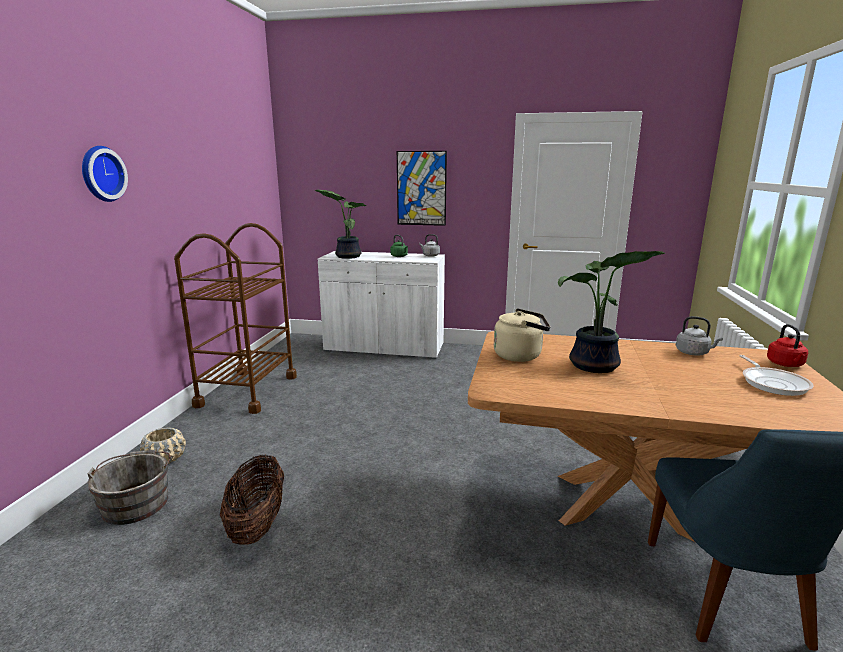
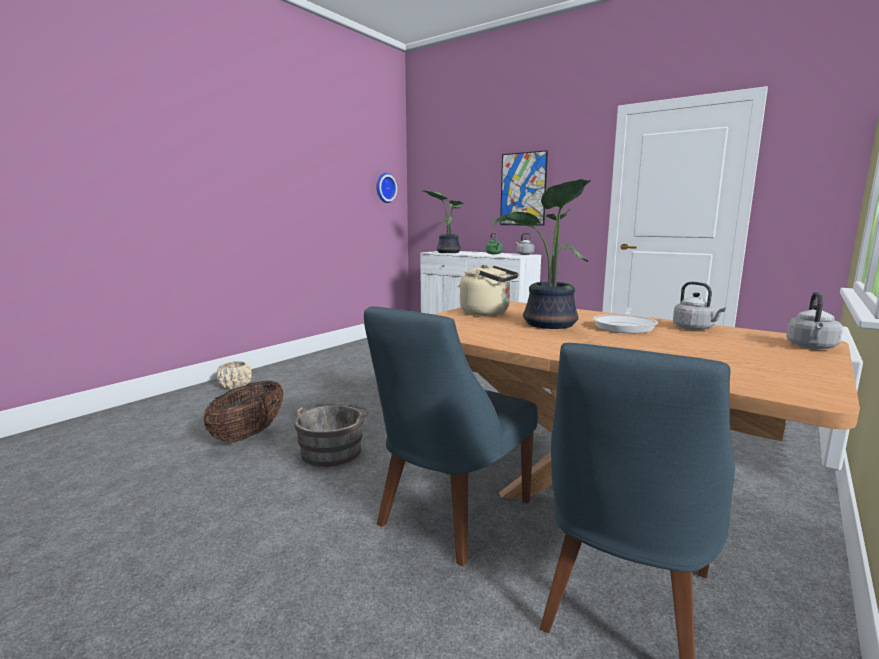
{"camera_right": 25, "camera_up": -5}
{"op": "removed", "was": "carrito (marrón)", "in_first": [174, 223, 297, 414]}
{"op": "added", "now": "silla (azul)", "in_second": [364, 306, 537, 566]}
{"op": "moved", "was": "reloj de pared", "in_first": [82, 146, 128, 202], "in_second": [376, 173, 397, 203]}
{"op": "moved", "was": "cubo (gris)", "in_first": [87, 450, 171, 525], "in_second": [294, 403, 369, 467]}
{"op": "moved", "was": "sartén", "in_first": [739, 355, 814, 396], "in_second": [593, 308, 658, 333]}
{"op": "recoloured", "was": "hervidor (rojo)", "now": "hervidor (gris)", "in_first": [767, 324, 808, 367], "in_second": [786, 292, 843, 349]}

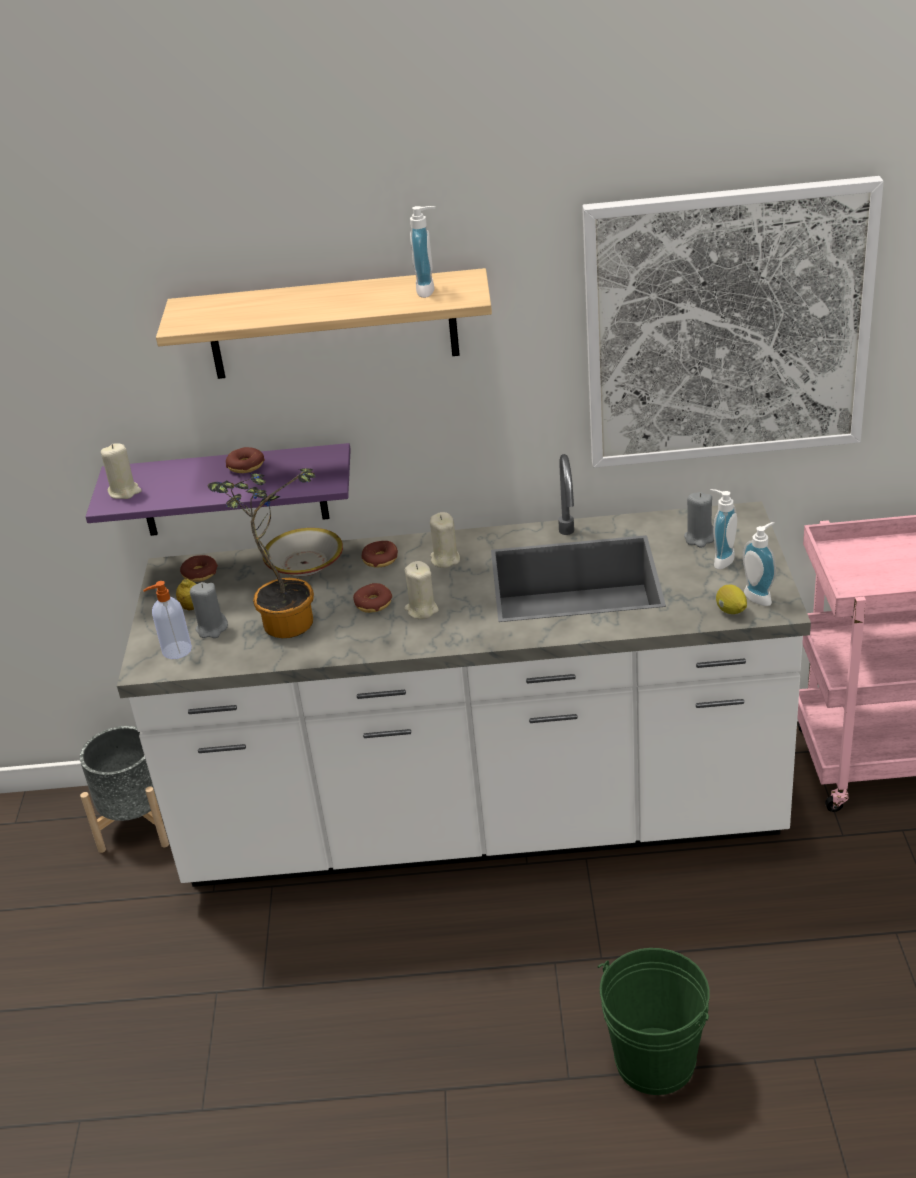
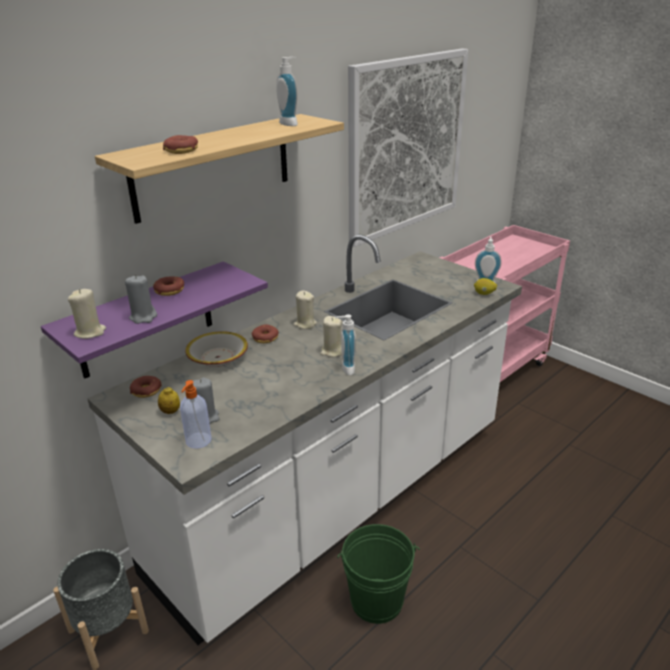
{"camera_right": -45, "camera_up": -5}
{"op": "removed", "was": "planta en maceta", "in_first": [207, 468, 316, 638]}
{"op": "moved", "was": "rosquilla", "in_first": [353, 583, 392, 613], "in_second": [163, 135, 198, 154]}
{"op": "moved", "was": "cubo (verde)", "in_first": [598, 948, 710, 1095], "in_second": [338, 524, 420, 624]}
{"op": "moved", "was": "vela (gris)", "in_first": [684, 492, 714, 548], "in_second": [125, 275, 157, 324]}
{"op": "moved", "was": "dispensador de jabón", "in_first": [710, 489, 737, 569], "in_second": [335, 314, 356, 375]}

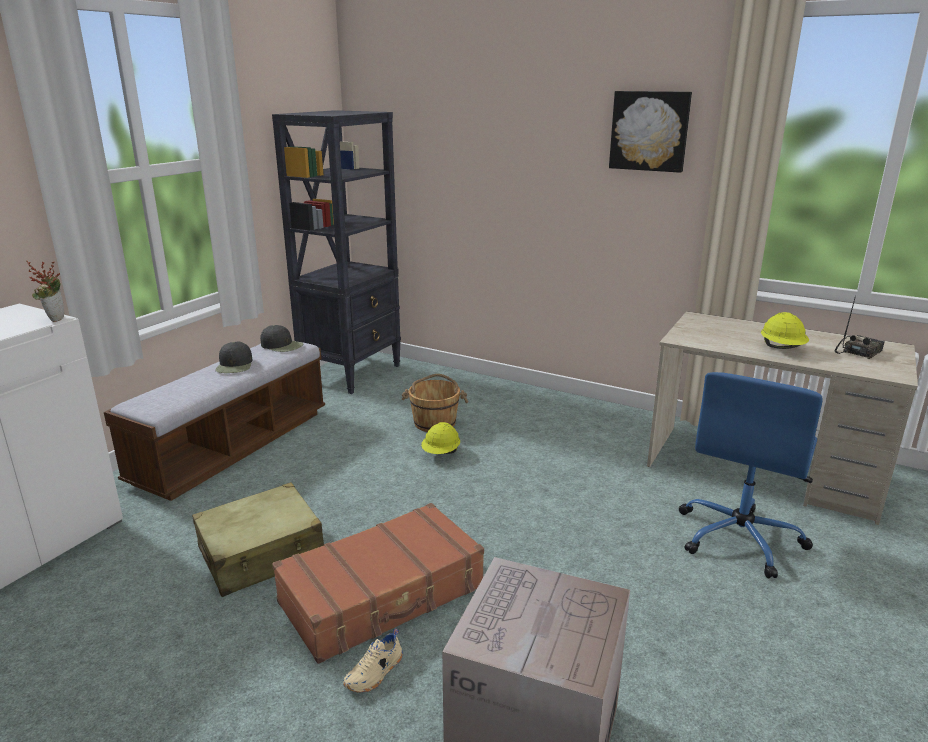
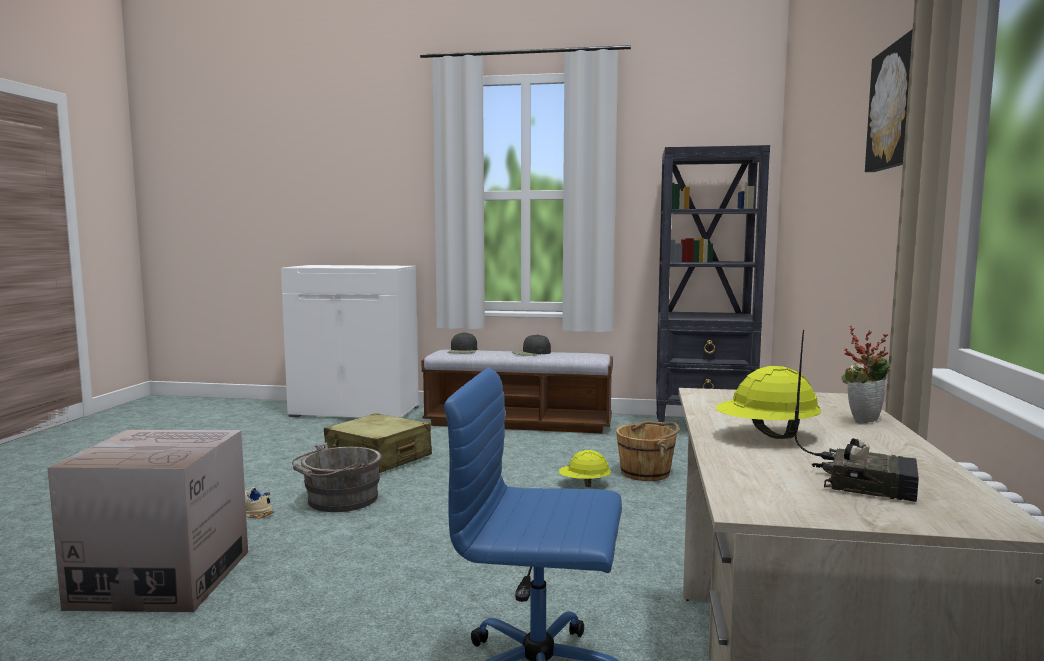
{"camera_right": 70, "camera_up": -15}
{"op": "moved", "was": "planta en maceta", "in_first": [26, 260, 64, 322], "in_second": [841, 326, 890, 423]}
{"op": "moved", "was": "gorra (negro)", "in_first": [260, 325, 303, 352], "in_second": [448, 332, 477, 353]}
{"op": "replaced", "was": "maleta (marrón)", "now": "cubo (gris)", "in_first": [272, 503, 484, 664], "in_second": [292, 443, 382, 512]}

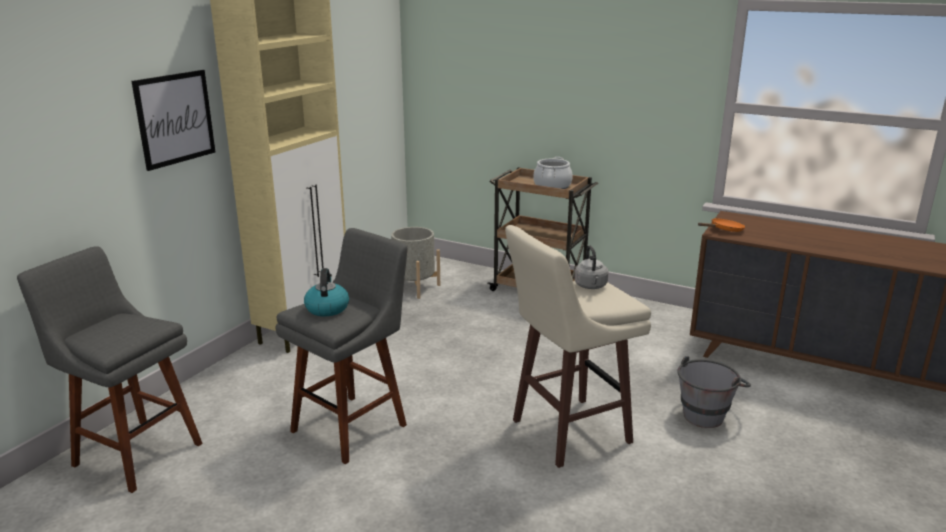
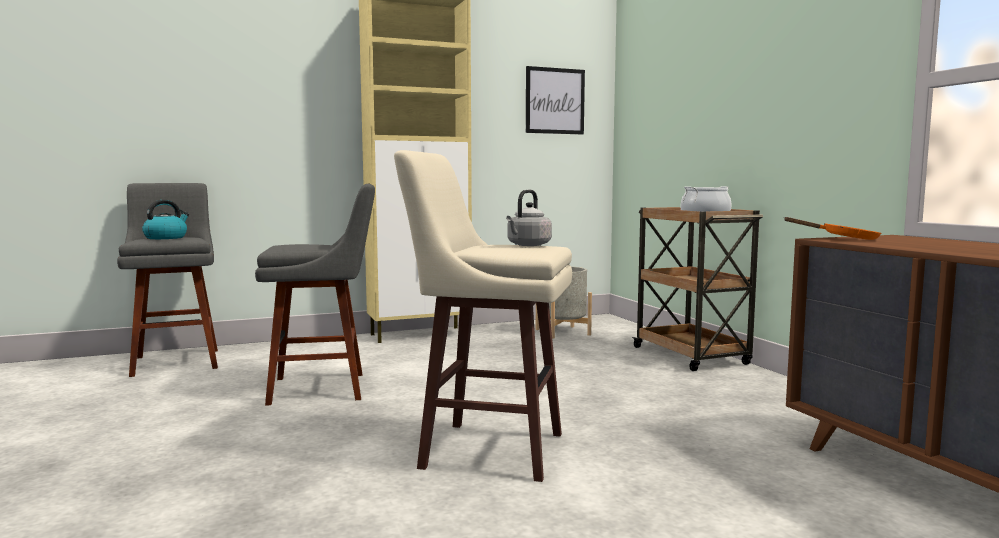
{"camera_right": 40, "camera_up": -15}
{"op": "removed", "was": "cubo (gris)", "in_first": [677, 356, 751, 428]}
{"op": "moved", "was": "cuadro", "in_first": [132, 70, 215, 171], "in_second": [526, 66, 585, 135]}
{"op": "moved", "was": "hervidor", "in_first": [304, 268, 349, 316], "in_second": [142, 200, 189, 239]}

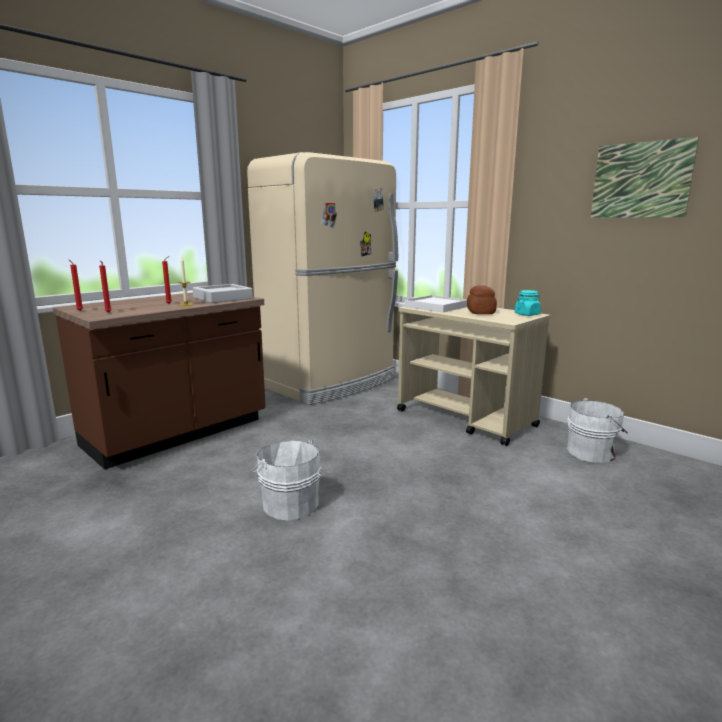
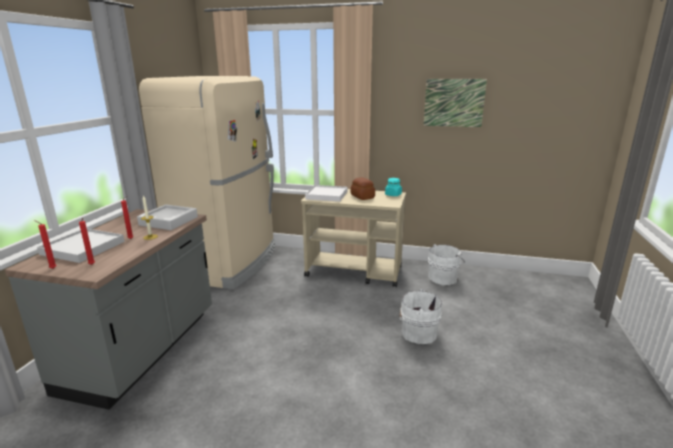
{"camera_right": -30, "camera_up": 5}
{"op": "added", "now": "bandeja (blanco)", "in_second": [37, 229, 125, 263]}
{"op": "moved", "was": "cubo (blanco)", "in_first": [251, 440, 321, 520], "in_second": [399, 289, 442, 344]}
{"op": "recoloured", "was": "mueble bajo de cocina (marrón)", "now": "mueble bajo de cocina (gris)", "in_first": [53, 292, 266, 470], "in_second": [5, 209, 212, 410]}

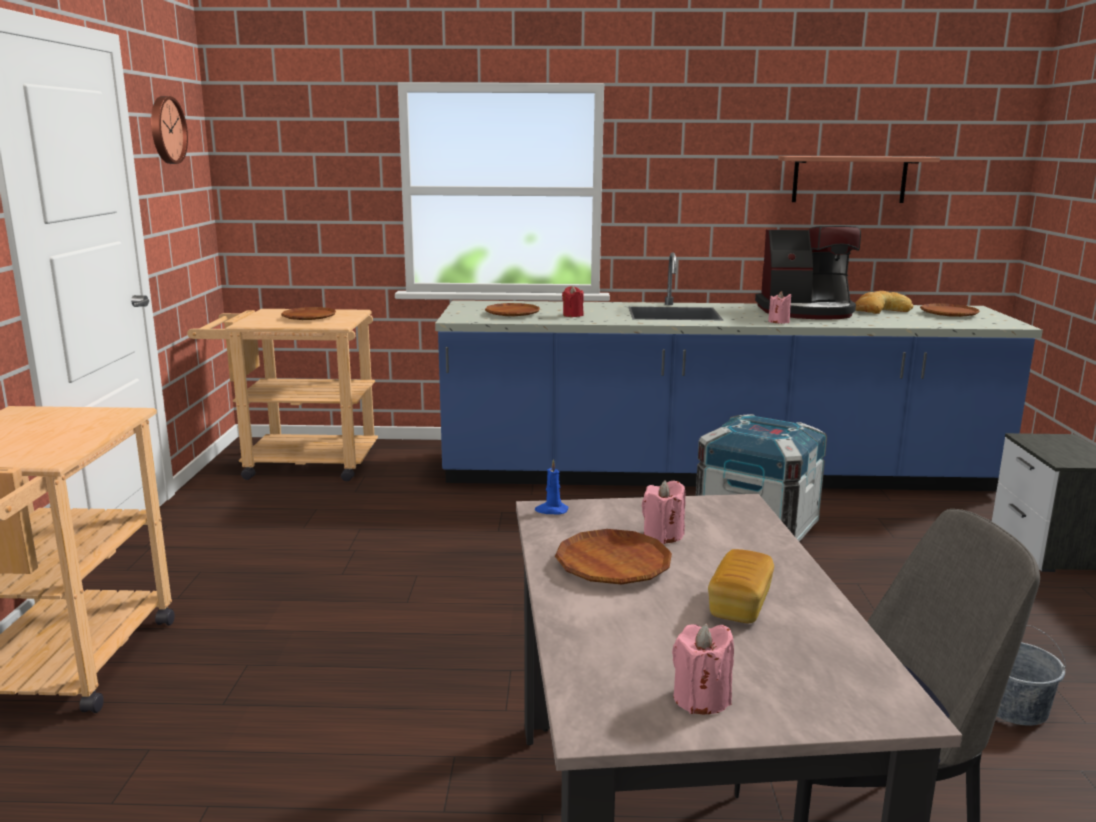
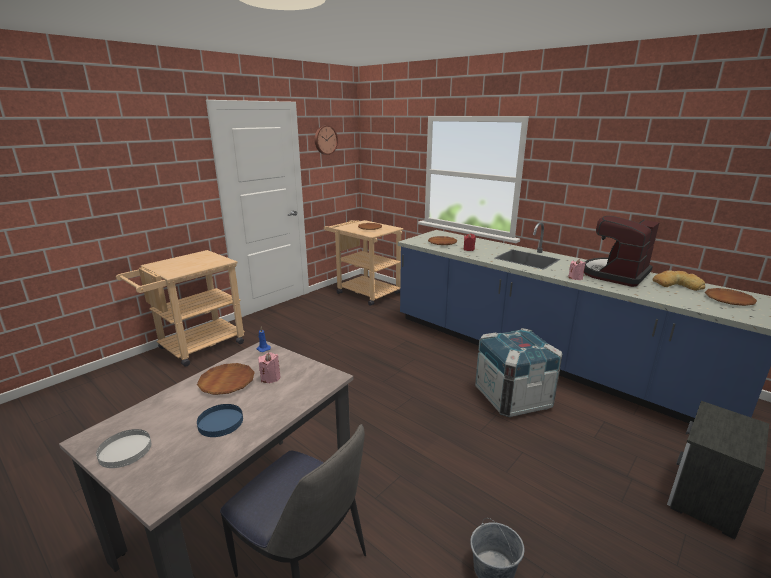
{"camera_right": 40, "camera_up": 5}
{"op": "removed", "was": "estante", "in_first": [778, 156, 940, 203]}
{"op": "replaced", "was": "vela (rosa)", "now": "plato (blanco)", "in_first": [672, 624, 734, 714], "in_second": [96, 429, 151, 468]}
{"op": "replaced", "was": "pan", "now": "plato (azul)", "in_first": [708, 549, 774, 623], "in_second": [197, 404, 243, 437]}
{"op": "turned", "was": "cafetera", "in_first": [755, 226, 861, 319], "in_second": [584, 216, 660, 287], "clockwise": 90}

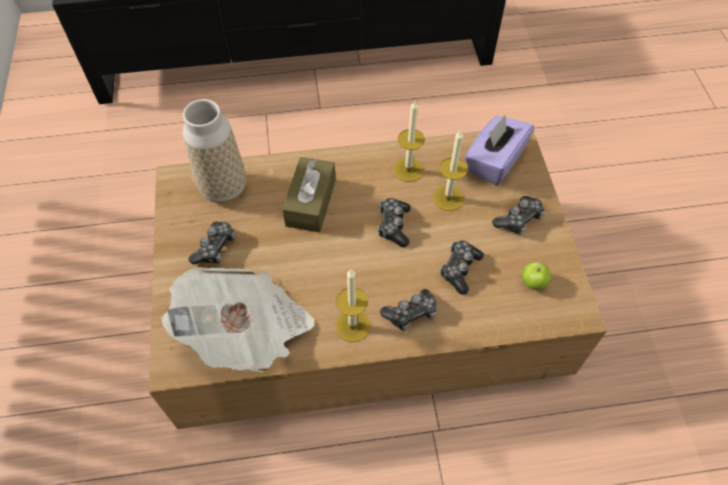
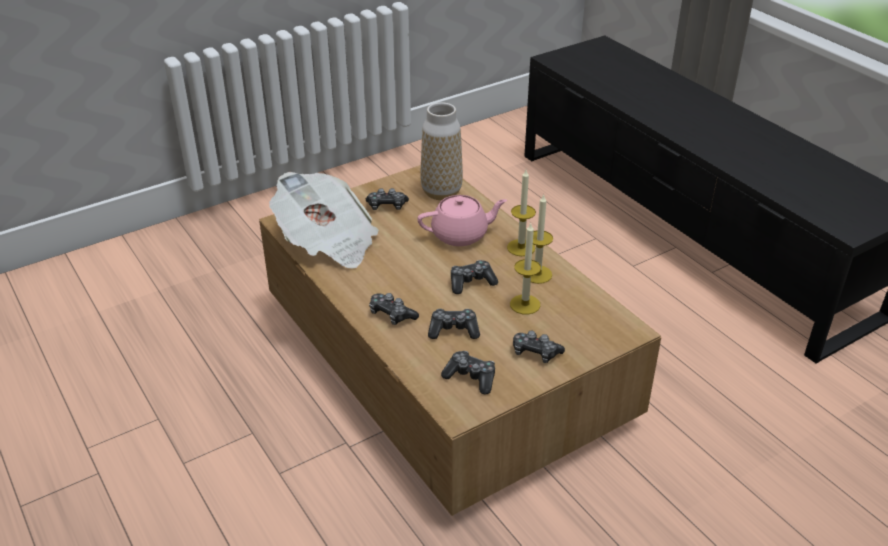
{"camera_right": 65, "camera_up": -20}
{"op": "removed", "was": "caja de pañuelos (morado)", "in_first": [465, 115, 534, 185]}
{"op": "moved", "was": "vela", "in_first": [335, 269, 370, 342], "in_second": [507, 170, 536, 256]}
{"op": "replaced", "was": "caja de pañuelos (marrón)", "now": "tetera (rosa)", "in_first": [282, 157, 336, 233], "in_second": [417, 195, 507, 246]}
{"op": "replaced", "was": "manzana", "now": "mando de consola", "in_first": [522, 262, 552, 290], "in_second": [441, 351, 495, 395]}

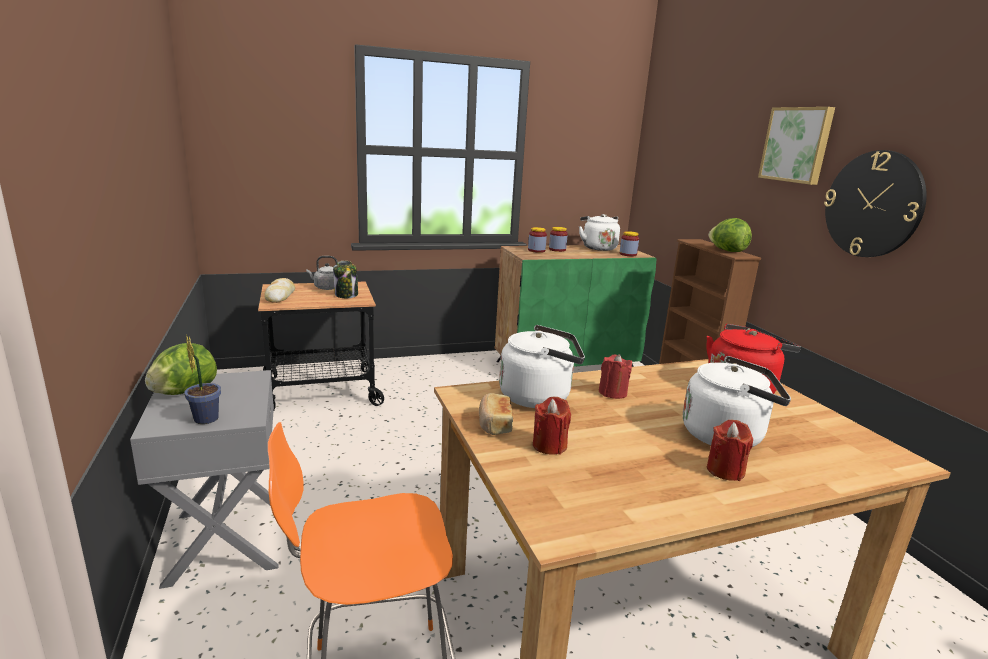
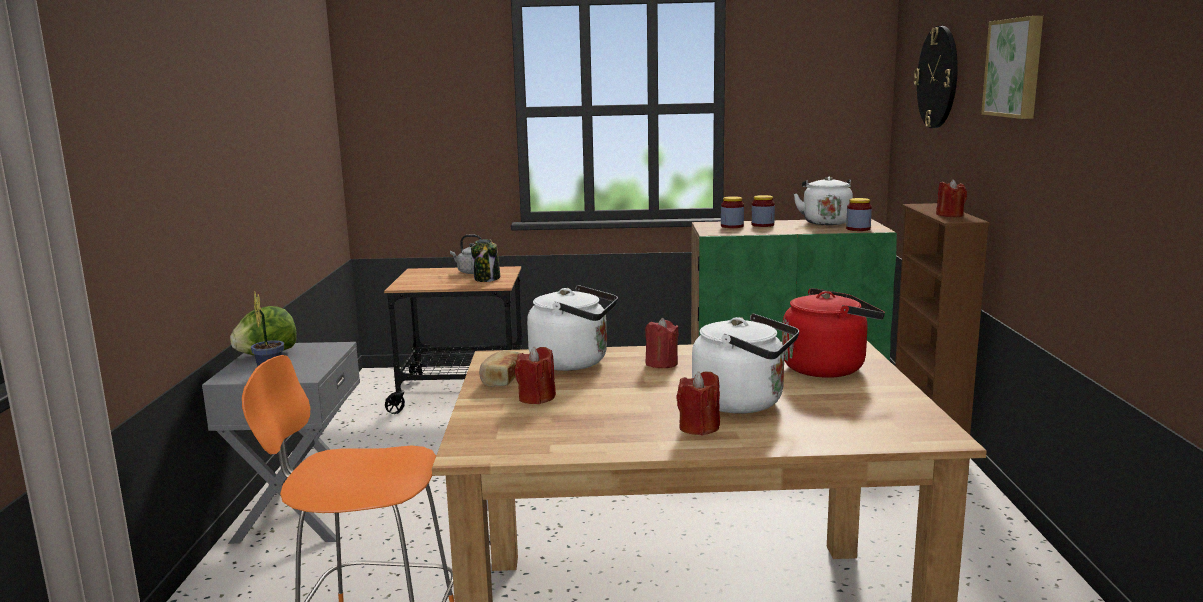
{"camera_right": 20, "camera_up": -5}
{"op": "removed", "was": "pan", "in_first": [264, 278, 295, 303]}
{"op": "moved", "was": "reloj de pared", "in_first": [824, 150, 927, 257], "in_second": [914, 26, 958, 128]}
{"op": "replaced", "was": "lechuga", "now": "vela (rojo)", "in_first": [709, 218, 752, 252], "in_second": [936, 179, 967, 217]}

